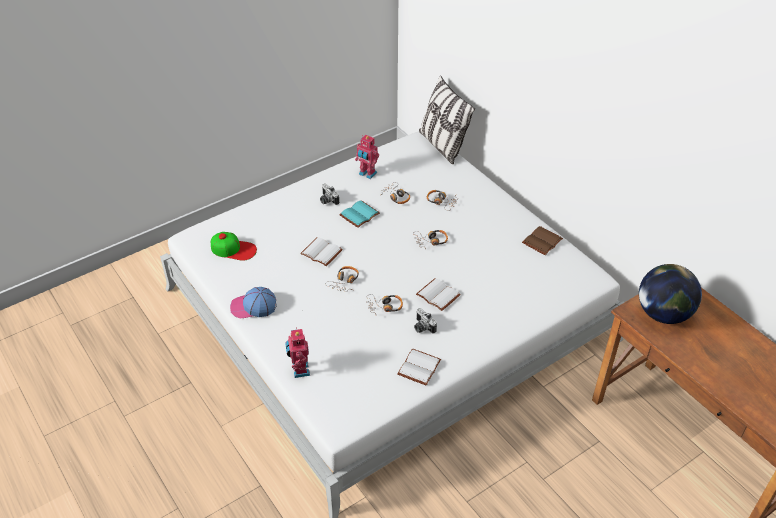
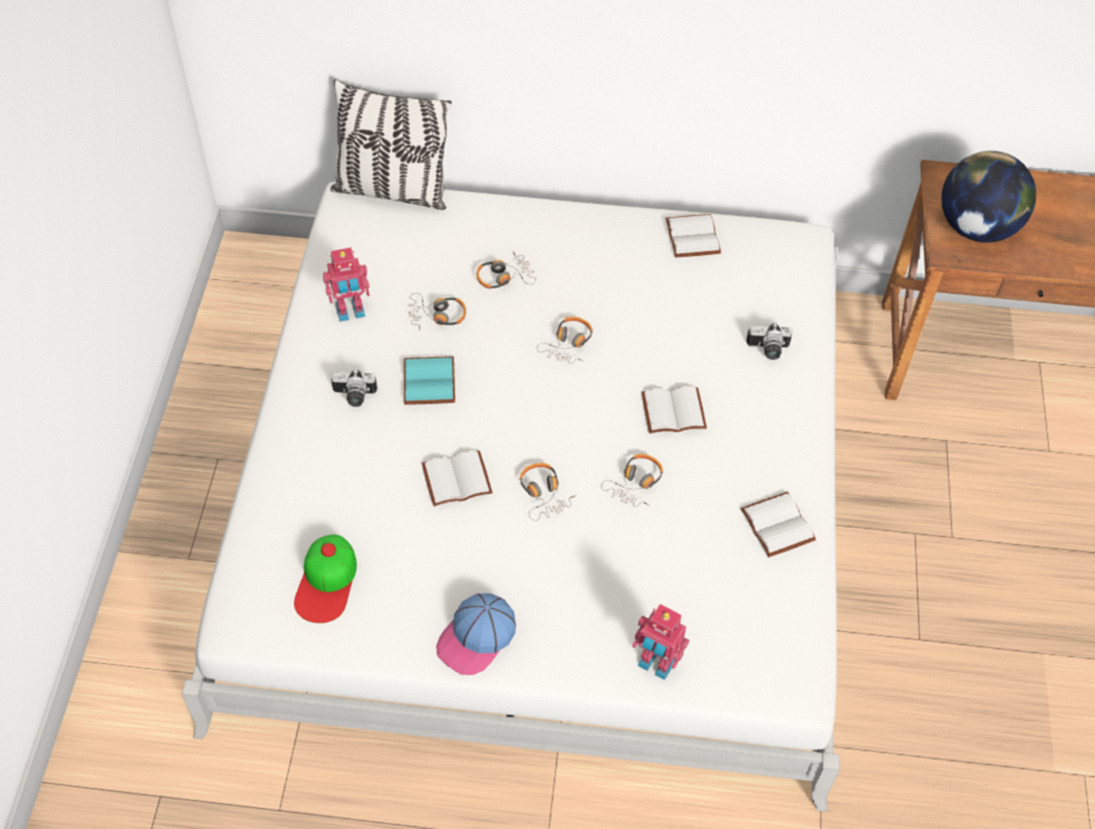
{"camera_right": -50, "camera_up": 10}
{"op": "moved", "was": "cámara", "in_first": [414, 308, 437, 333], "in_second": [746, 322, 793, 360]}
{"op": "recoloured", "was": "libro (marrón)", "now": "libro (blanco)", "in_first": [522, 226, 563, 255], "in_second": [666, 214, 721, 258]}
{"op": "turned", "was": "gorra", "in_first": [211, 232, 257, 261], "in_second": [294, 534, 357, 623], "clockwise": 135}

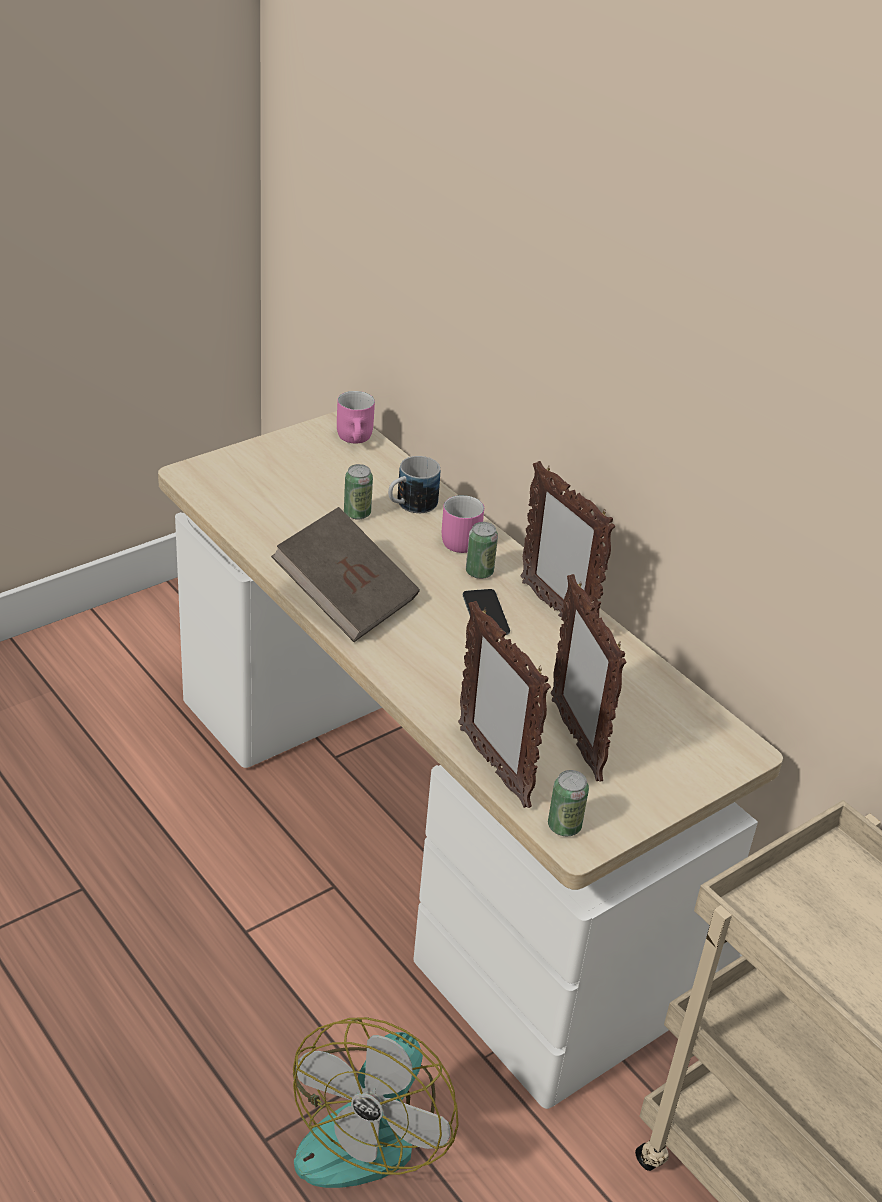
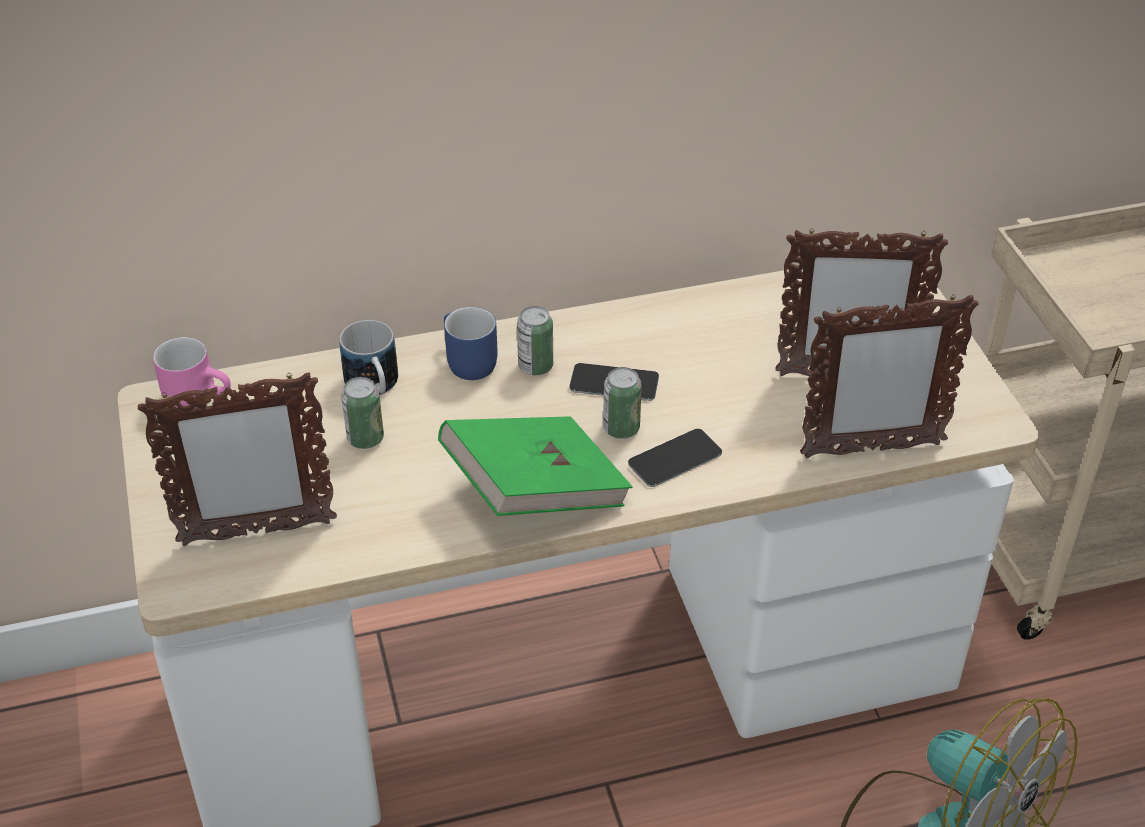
{"camera_right": -65, "camera_up": 5}
{"op": "added", "now": "móvil", "in_second": [628, 429, 722, 487]}
{"op": "moved", "was": "portarretratos", "in_first": [520, 461, 615, 618], "in_second": [138, 372, 337, 546]}
{"op": "moved", "was": "lata", "in_first": [548, 770, 589, 836], "in_second": [603, 367, 642, 439]}
{"op": "recoloured", "was": "libro (marrón)", "now": "libro (verde)", "in_first": [271, 507, 420, 642], "in_second": [438, 416, 633, 516]}
{"op": "recoloured", "was": "taza grande (rosa)", "now": "taza grande (azul)", "in_first": [442, 495, 484, 553], "in_second": [444, 307, 498, 380]}

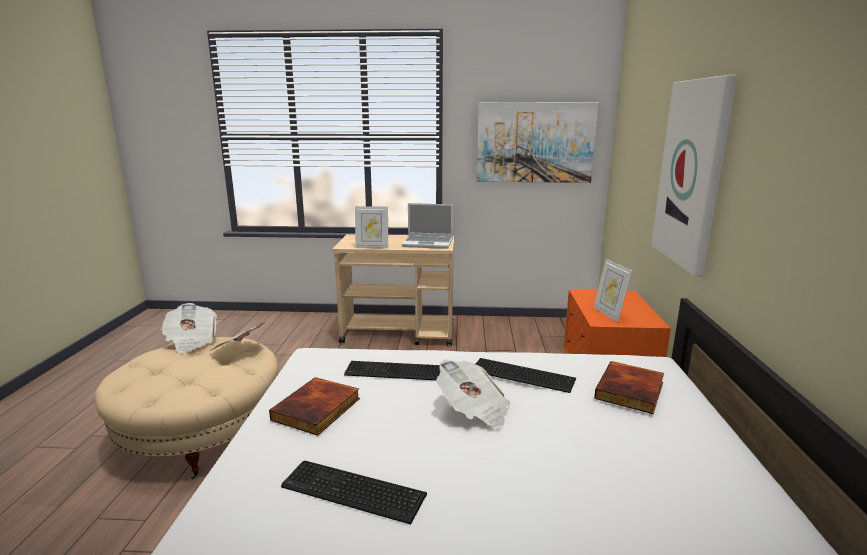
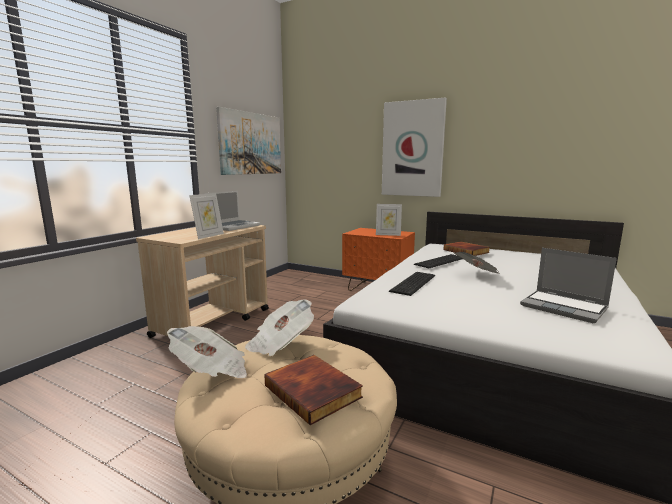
{"camera_right": -65, "camera_up": -5}
{"op": "moved", "was": "libro", "in_first": [269, 377, 360, 436], "in_second": [264, 355, 363, 425]}
{"op": "replaced", "was": "teclado", "now": "portátil", "in_first": [281, 461, 427, 524], "in_second": [520, 248, 617, 323]}

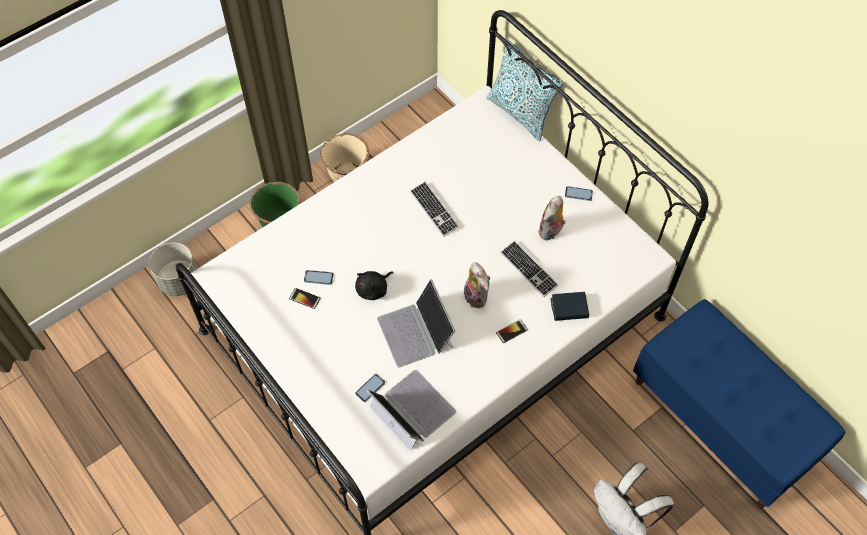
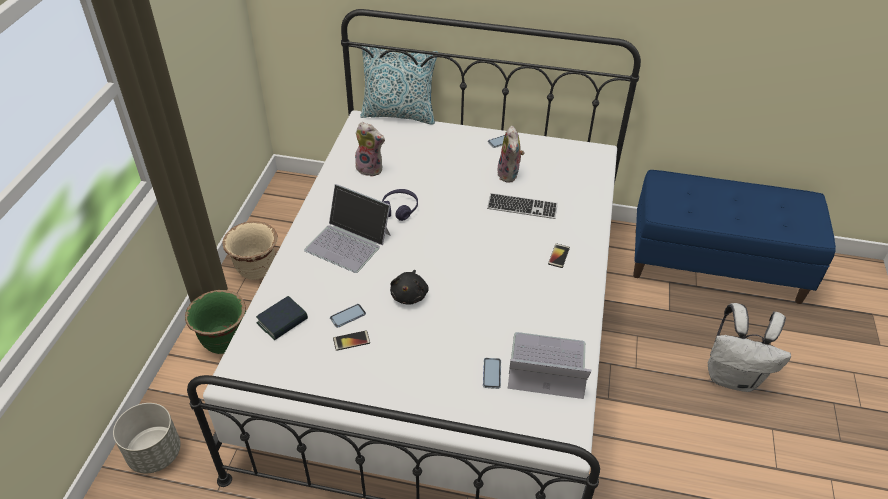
{"camera_right": -40, "camera_up": -15}
{"op": "moved", "was": "portátil", "in_first": [377, 279, 455, 367], "in_second": [304, 184, 391, 273]}
{"op": "moved", "was": "peluche", "in_first": [464, 262, 490, 308], "in_second": [355, 122, 385, 177]}
{"op": "moved", "was": "libro", "in_first": [551, 292, 589, 321], "in_second": [256, 296, 308, 340]}
{"op": "replaced", "was": "teclado", "now": "auriculares (morado)", "in_first": [410, 181, 459, 237], "in_second": [382, 189, 418, 221]}

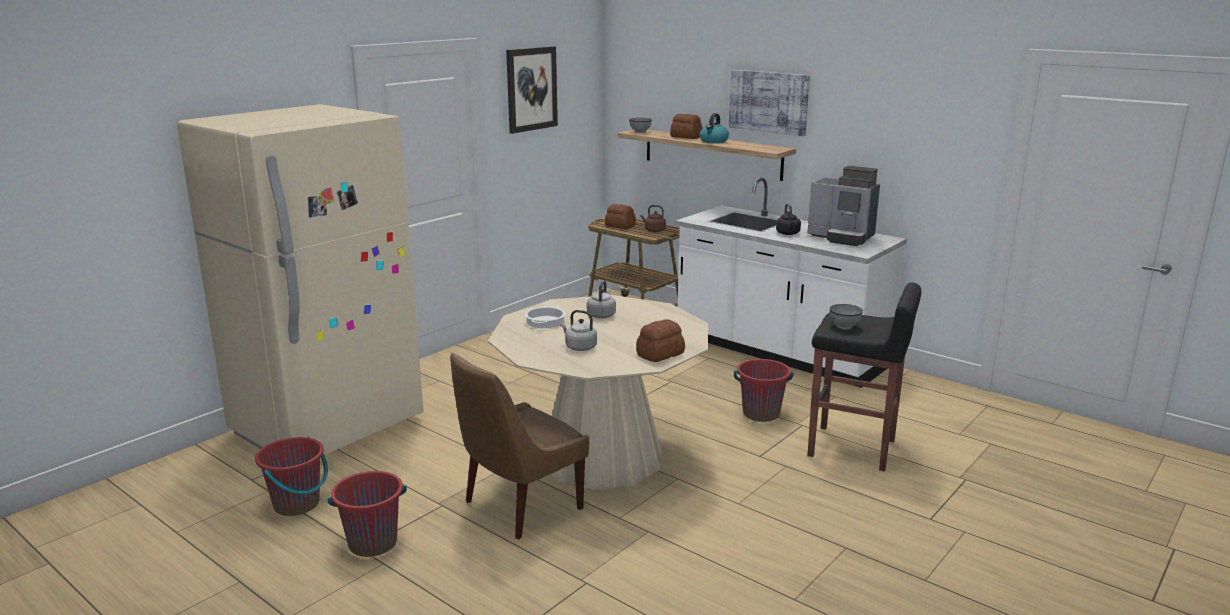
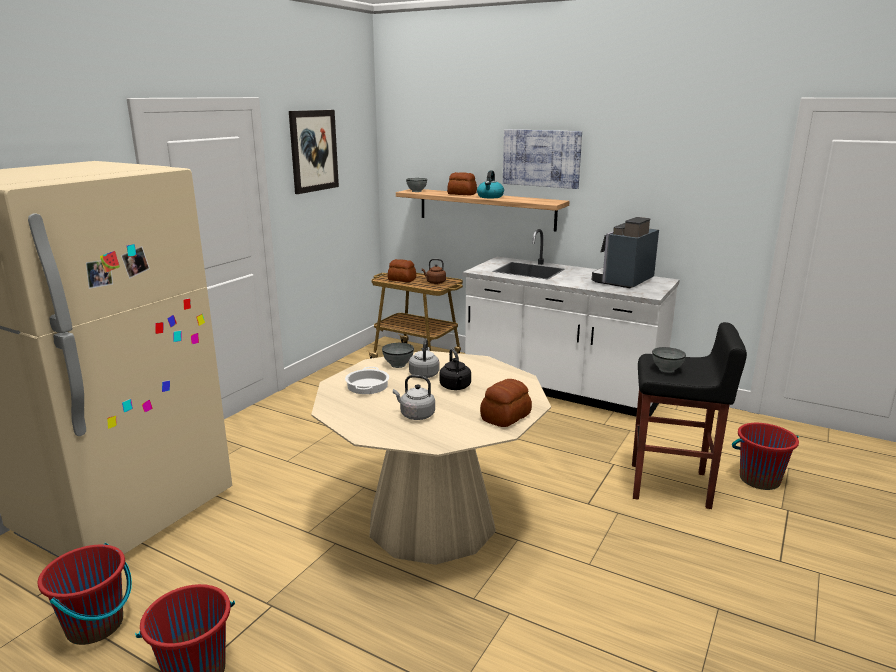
{"camera_right": -10, "camera_up": 0}
{"op": "removed", "was": "silla (marrón)", "in_first": [450, 353, 589, 539]}
{"op": "added", "now": "cuenco (gris)", "in_second": [382, 343, 414, 368]}
{"op": "moved", "was": "cubo (rojo)", "in_first": [734, 359, 794, 422], "in_second": [732, 423, 799, 490]}
{"op": "moved", "was": "hervidor (negro)", "in_first": [776, 203, 801, 235], "in_second": [439, 348, 471, 390]}
{"op": "turned", "was": "cafetera", "in_first": [807, 166, 880, 246], "in_second": [592, 217, 659, 288], "clockwise": 105}

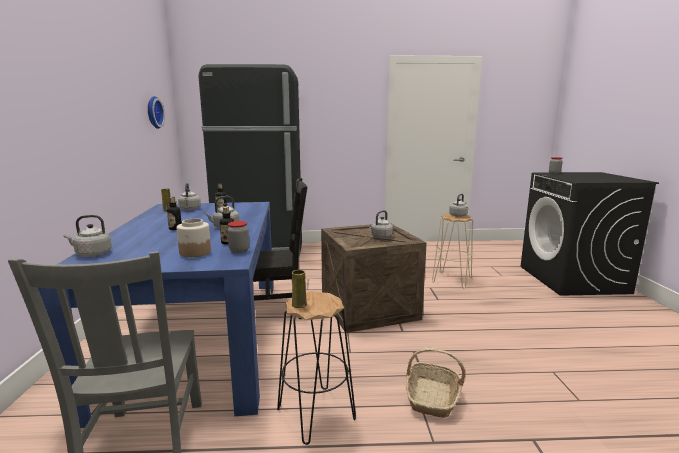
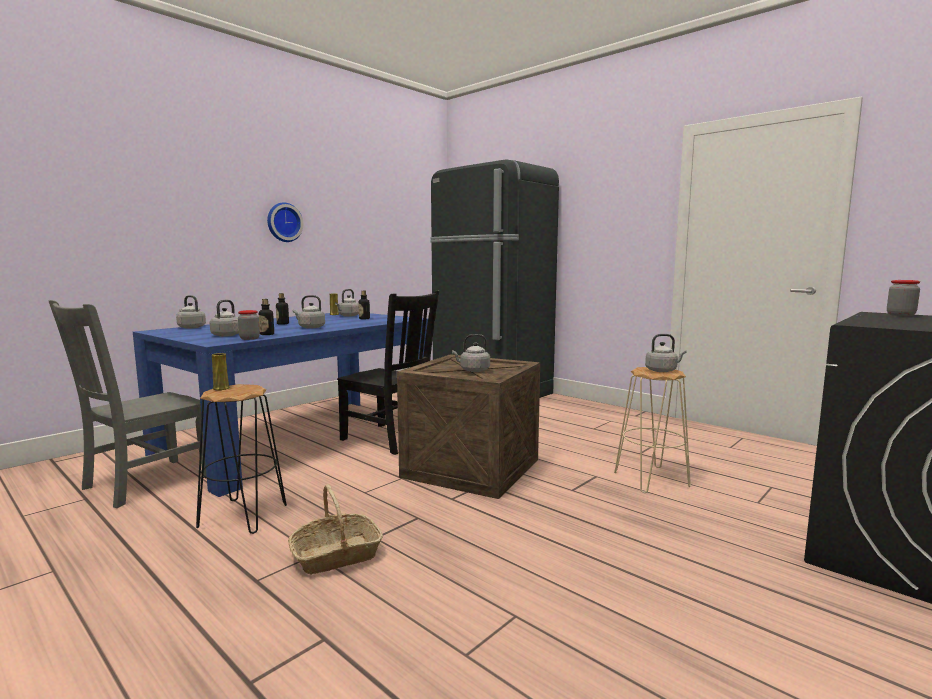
{"camera_right": 45, "camera_up": -5}
{"op": "moved", "was": "reloj de pared", "in_first": [148, 96, 165, 129], "in_second": [267, 202, 303, 242]}
{"op": "replaced", "was": "tarro", "now": "hervidor (gris)", "in_first": [177, 219, 211, 257], "in_second": [210, 300, 239, 337]}

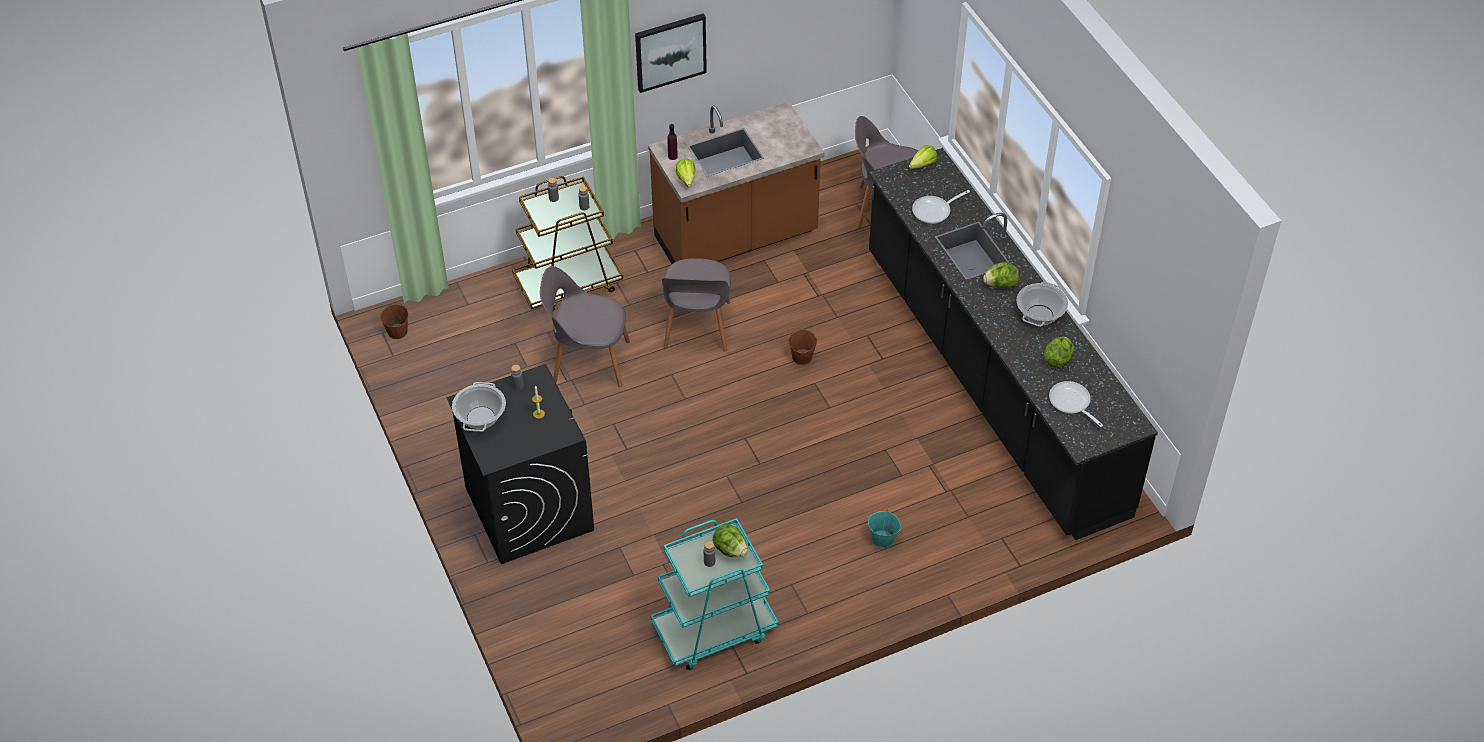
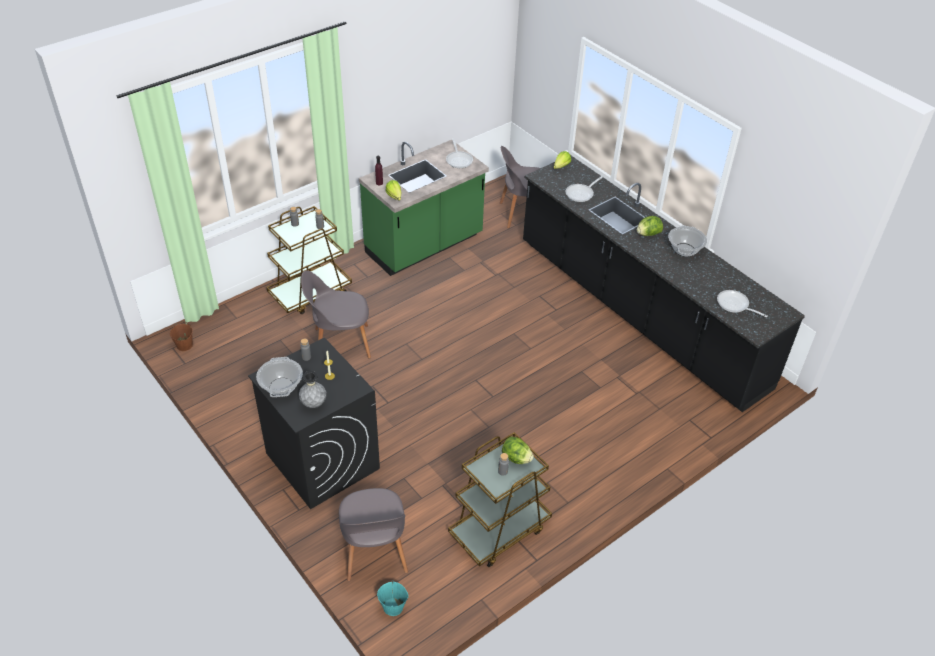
{"camera_right": -15, "camera_up": -5}
{"op": "removed", "was": "cuadro", "in_first": [635, 14, 707, 93]}
{"op": "removed", "was": "cubo (marrón)", "in_first": [789, 329, 817, 365]}
{"op": "removed", "was": "lechuga", "in_first": [1043, 337, 1074, 368]}
{"op": "added", "now": "florero (gris)", "in_second": [299, 371, 326, 408]}
{"op": "added", "now": "sartén", "in_second": [446, 139, 473, 168]}
{"op": "moved", "was": "silla (gris)", "in_first": [662, 258, 731, 352], "in_second": [339, 488, 408, 581]}
{"op": "moved", "was": "cubo (turquesa)", "in_first": [868, 509, 901, 548], "in_second": [377, 581, 408, 616]}
{"op": "recoloured", "was": "mueble bajo de cocina (marrón)", "now": "mueble bajo de cocina (verde)", "in_first": [648, 101, 824, 264], "in_second": [359, 140, 489, 276]}
{"op": "recoloured", "was": "carrito (turquesa)", "now": "carrito (marrón)", "in_first": [650, 518, 779, 670], "in_second": [448, 432, 552, 567]}

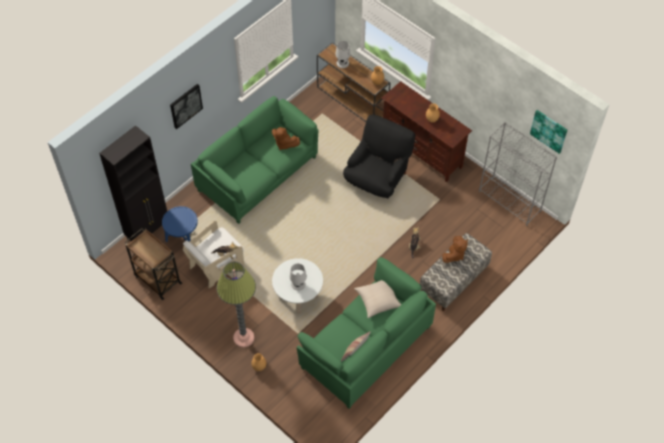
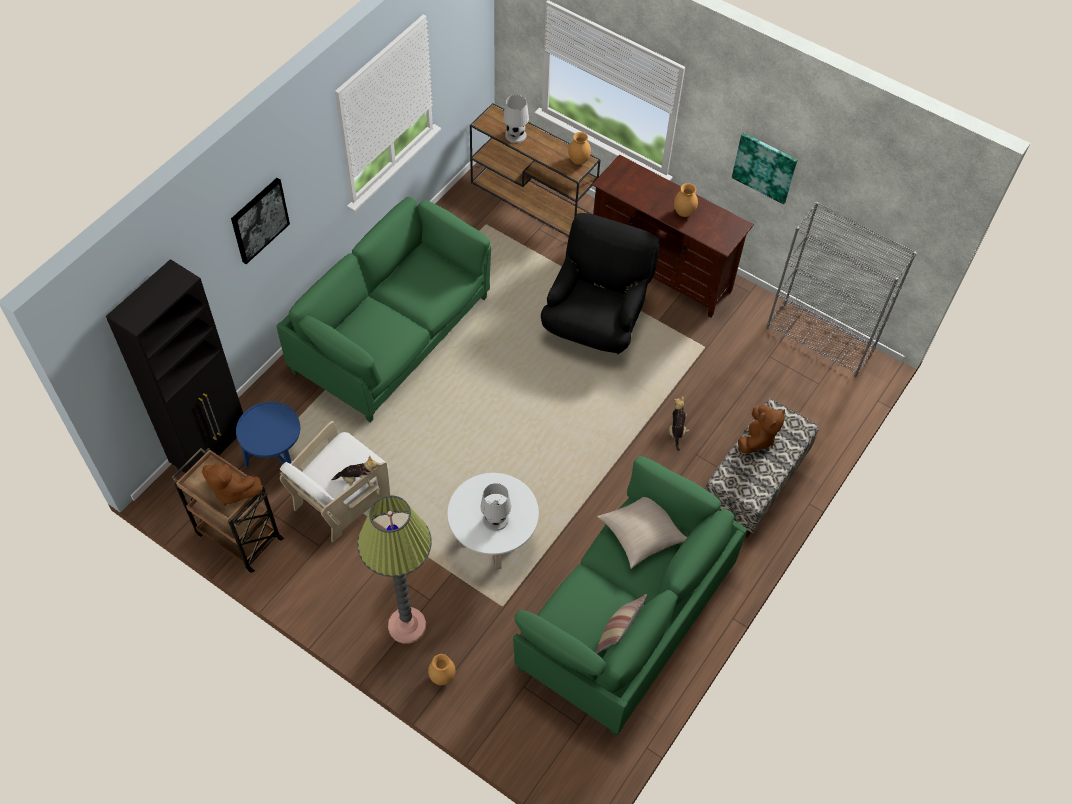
{"camera_right": -10, "camera_up": 0}
{"op": "moved", "was": "peluche (marrón)", "in_first": [272, 127, 300, 150], "in_second": [202, 464, 263, 506]}
{"op": "moved", "was": "cuadro", "in_first": [530, 110, 567, 154], "in_second": [732, 133, 798, 204]}

